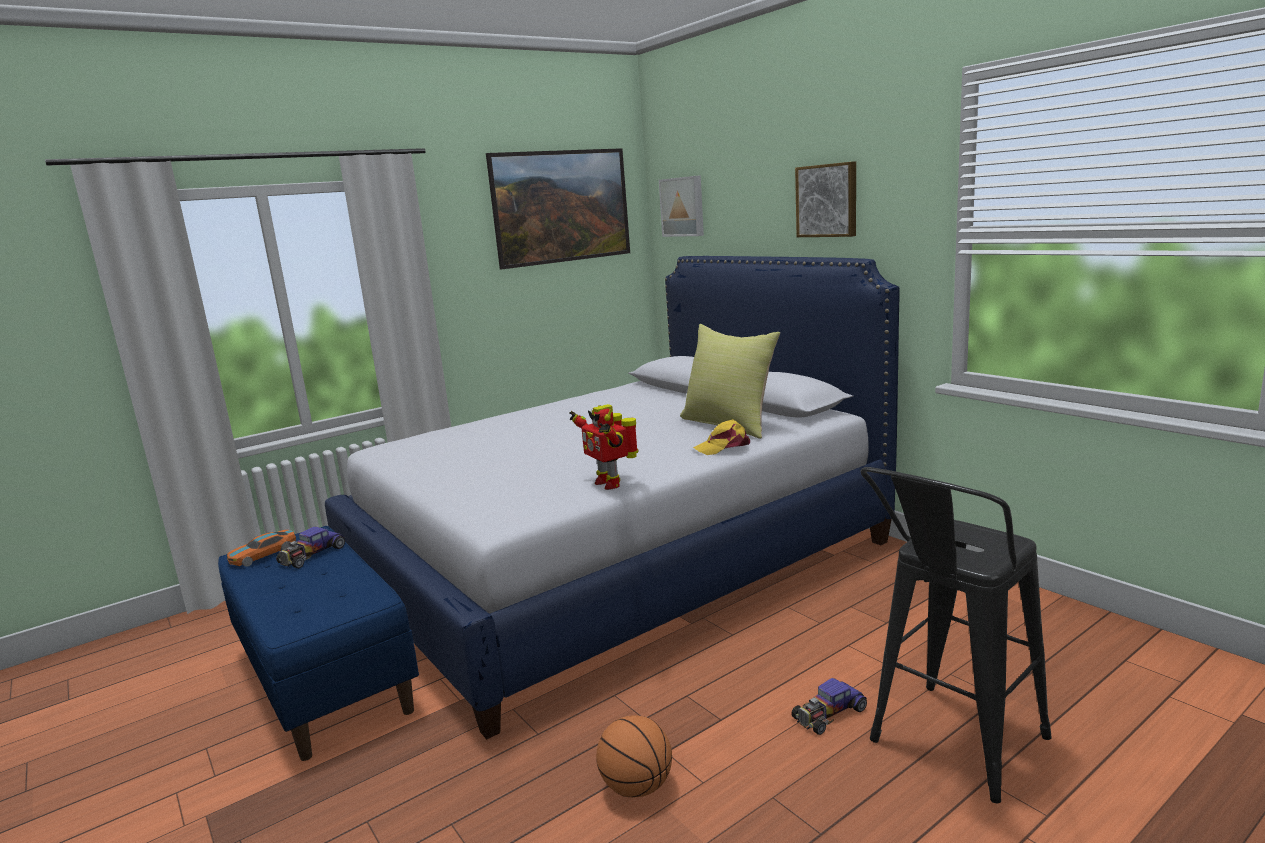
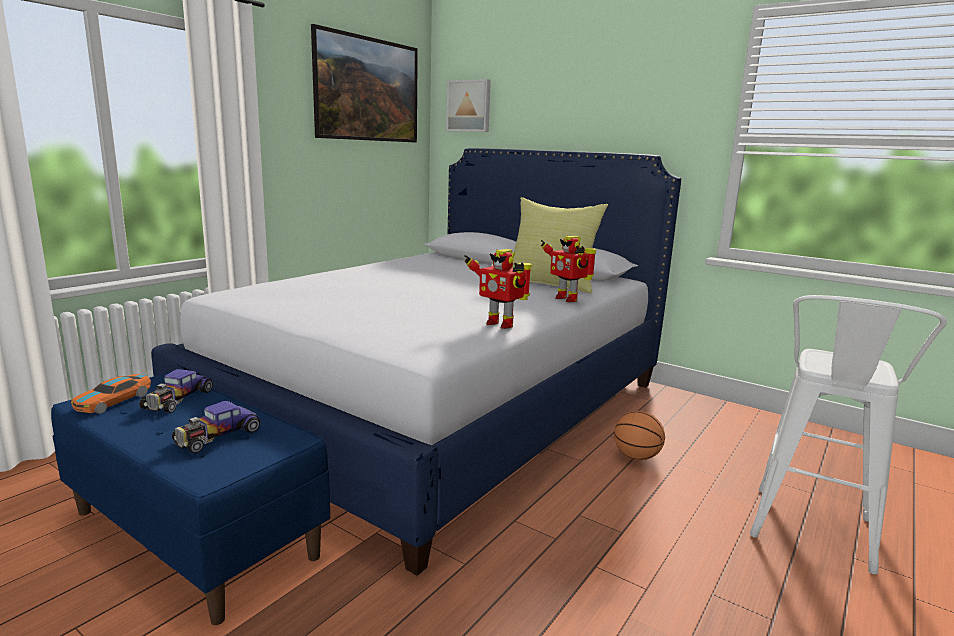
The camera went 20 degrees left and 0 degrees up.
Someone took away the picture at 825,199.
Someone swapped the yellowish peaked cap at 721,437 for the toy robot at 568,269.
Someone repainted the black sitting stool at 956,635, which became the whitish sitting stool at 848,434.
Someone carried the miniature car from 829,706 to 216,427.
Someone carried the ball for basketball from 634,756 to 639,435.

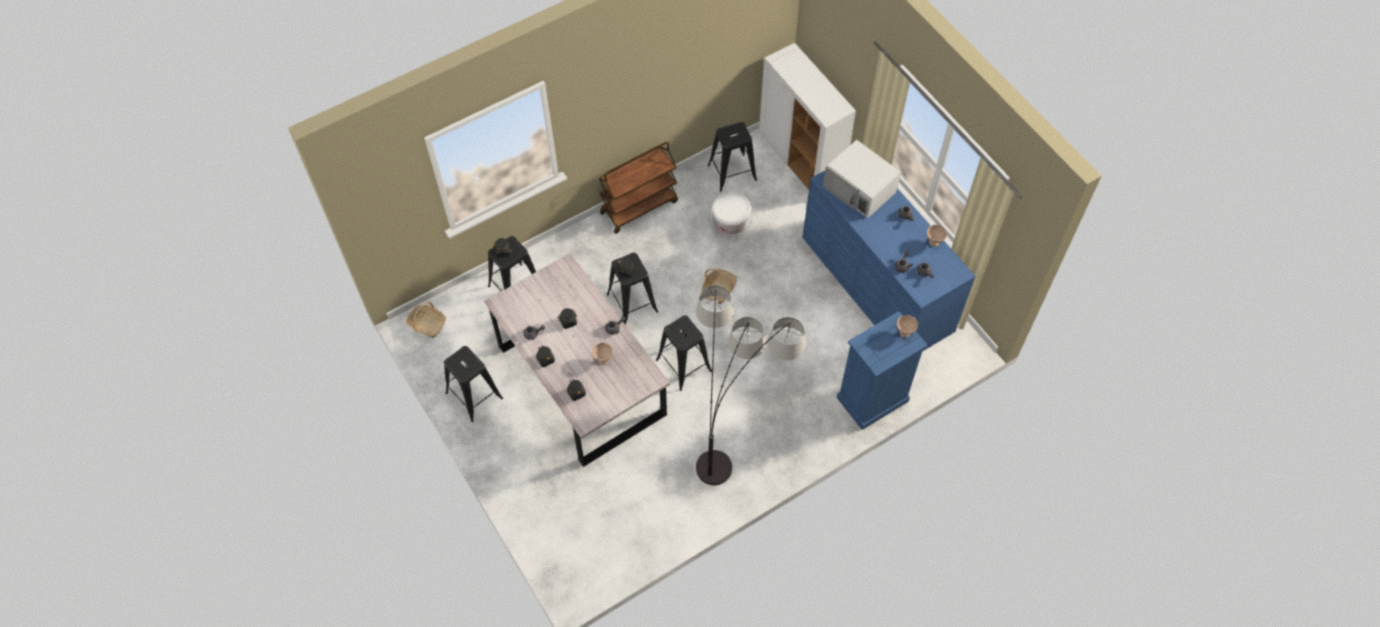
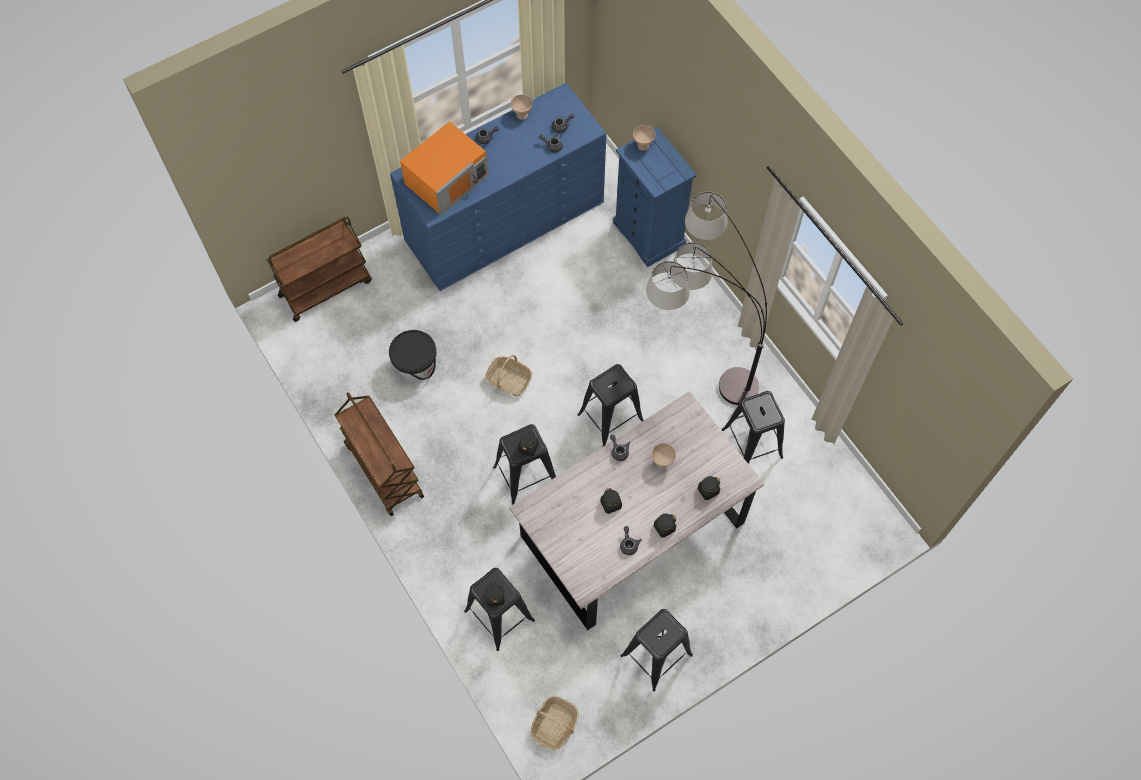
The camera went 90 degrees left and 5 degrees up.
Someone swapped the whitish cupboard at 807,116 for the brown-coloured wheeled cart at 319,269.
Someone carried the black sitting stool from 732,157 to 753,427.
Someone repainted the whitish microwave at 862,179, which became the orange microwave at 444,168.
Someone repainted the whitish water bucket at 732,214, which became the black water bucket at 412,356.

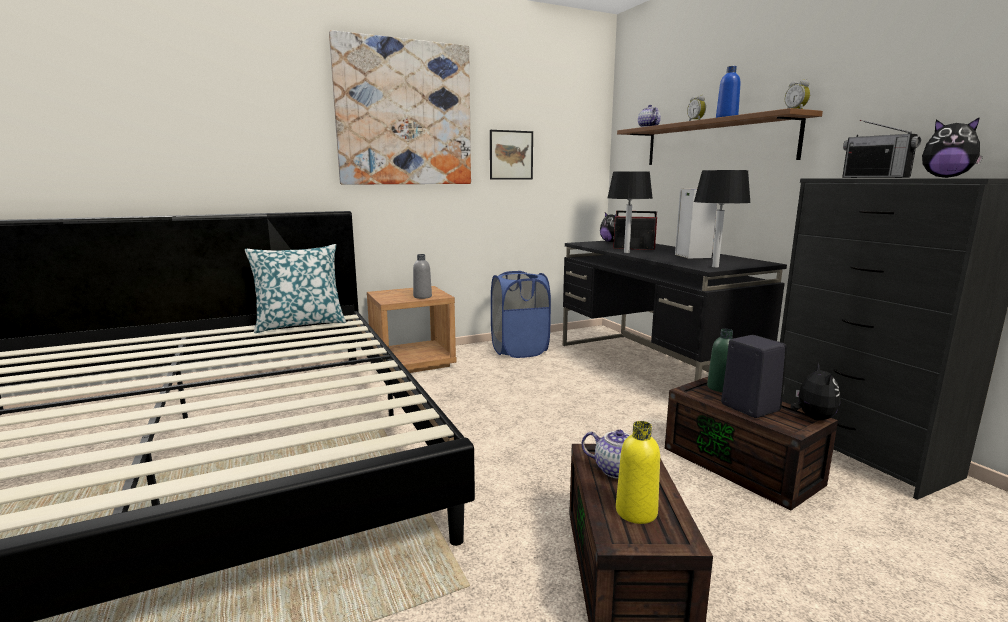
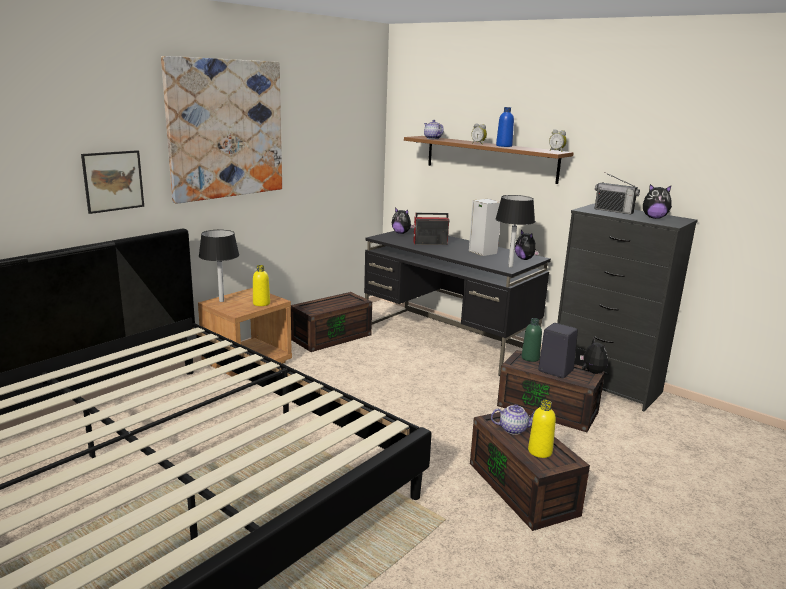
The camera went 25 degrees left and 5 degrees up.
Someone carried the picture from 511,155 to 112,182.
Someone carried the black tabletop lamp from 630,212 to 219,266.
Someone took away the throw pillow at 295,288.
Someone repainted the grey beverage bottle at 422,276, which became the yellowish beverage bottle at 261,285.
Someone swapped the blue-coloured washing basket at 521,314 for the brown-coloured storage bin at 331,322.
Someone put down the soft toy at 527,245.

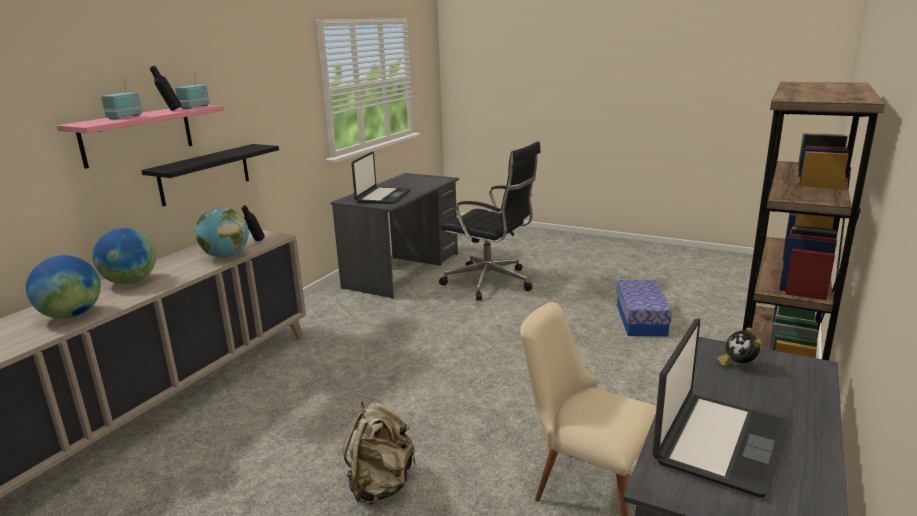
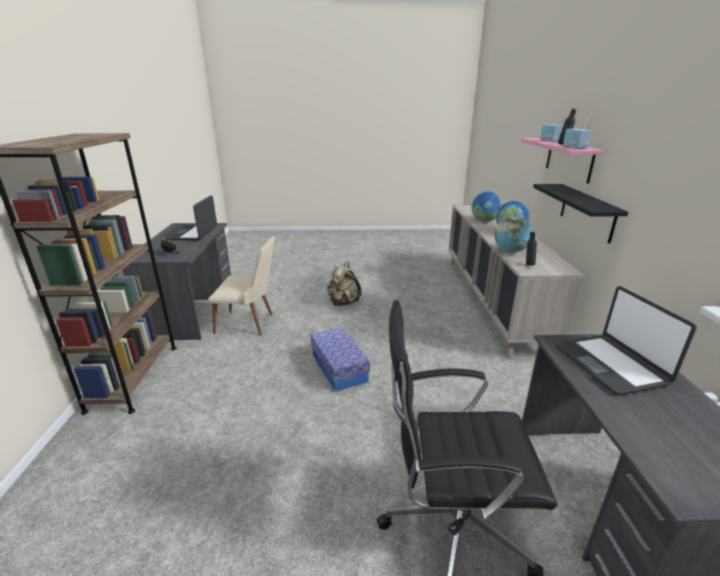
The camera went 150 degrees right and 5 degrees up.
Someone carried the storage bin from 644,308 to 340,359.

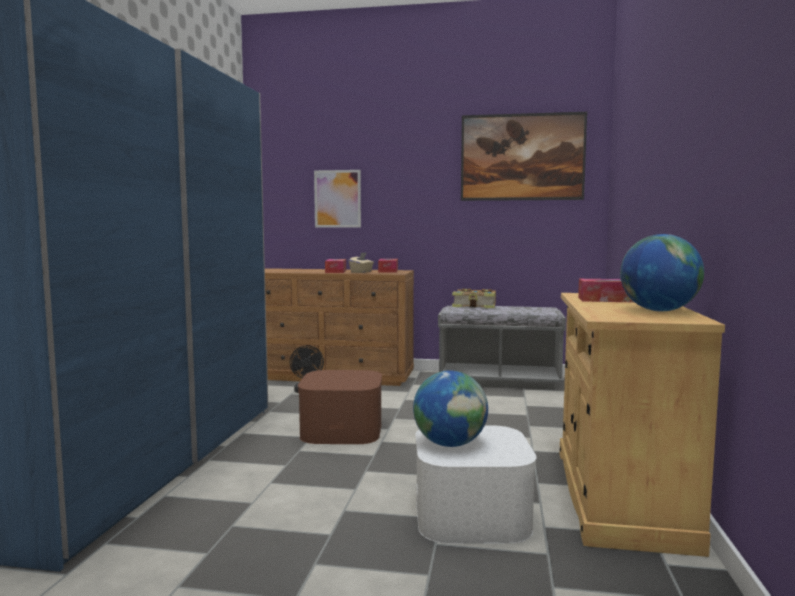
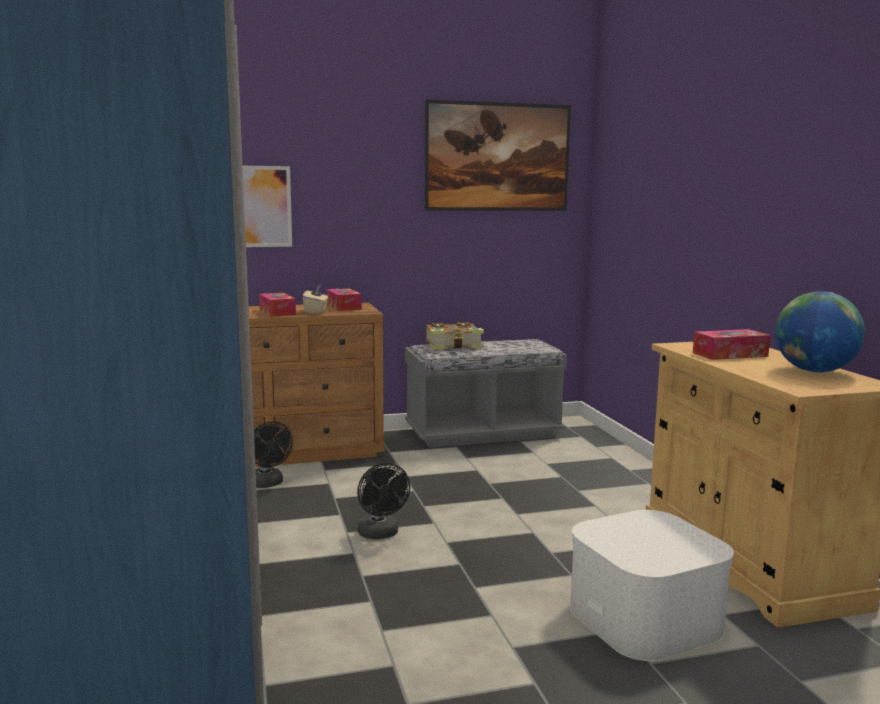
The camera went 25 degrees left and 5 degrees up.
Someone swapped the brown-coloured storage bin at 340,407 for the black fan at 383,501.
Someone took away the globe at 450,408.

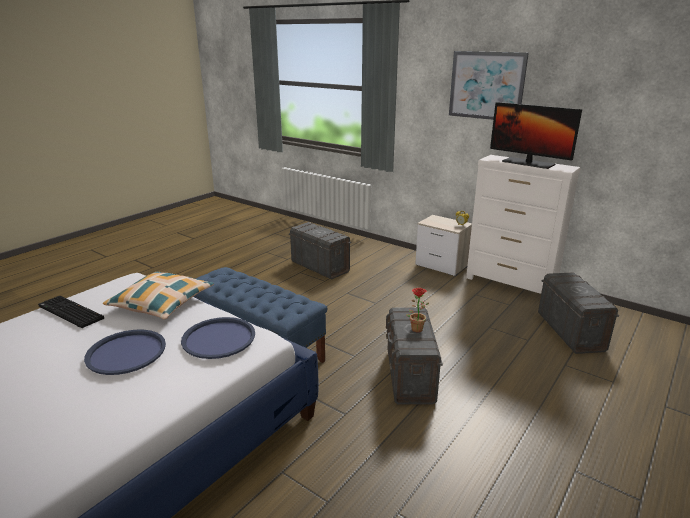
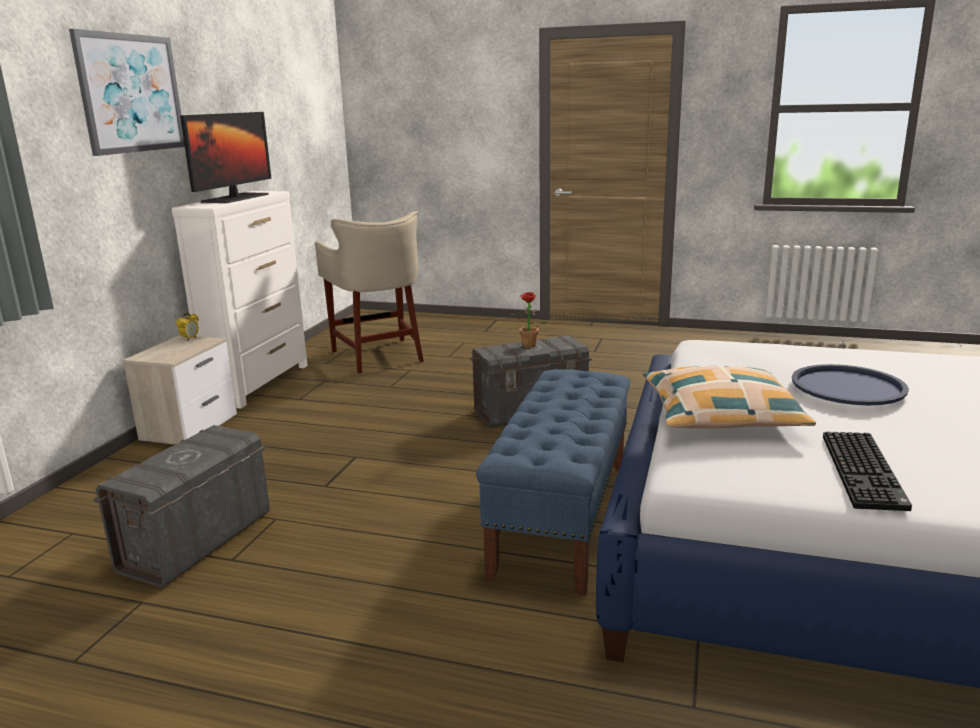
The camera went 110 degrees left and 5 degrees down.
Someone swapped the grey storage bin at 578,313 for the beige sitting stool at 369,292.
Someone took away the blue-coloured tray at 218,338.

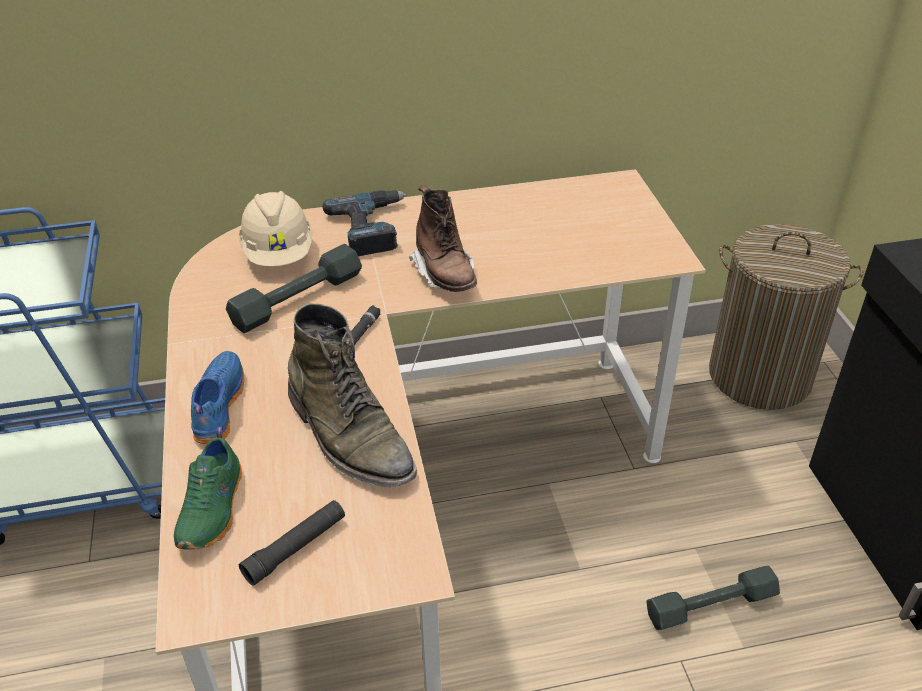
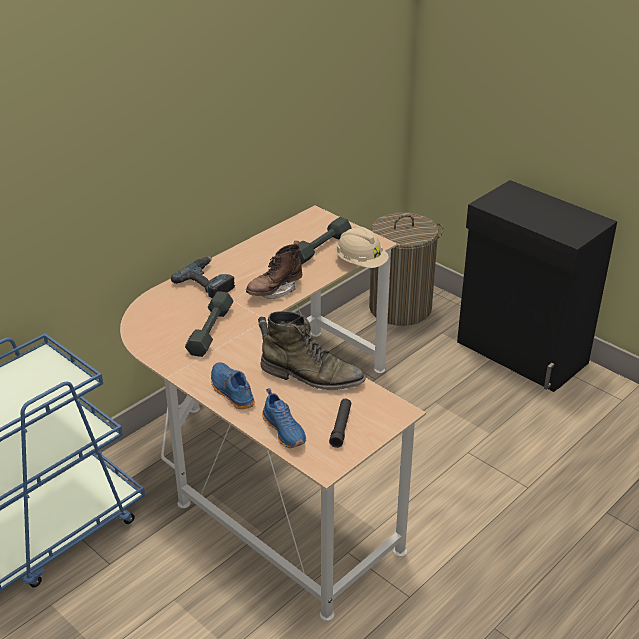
The camera went 35 degrees left and 5 degrees down.
Someone rotated the brown-coloured tall boot at 443,238 by 105 degrees clockwise.
Someone carried the beige work helmet from 276,229 to 362,247.
Someone repainted the green low shoe at 208,488, which became the blue-coloured low shoe at 284,418.
Someone carried the grey free weight from 713,598 to 325,241.

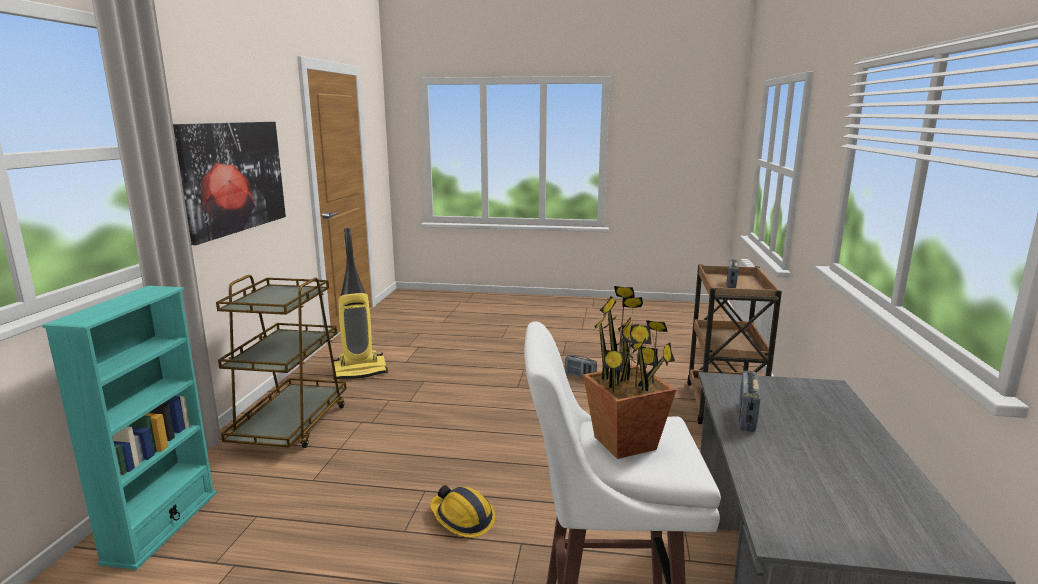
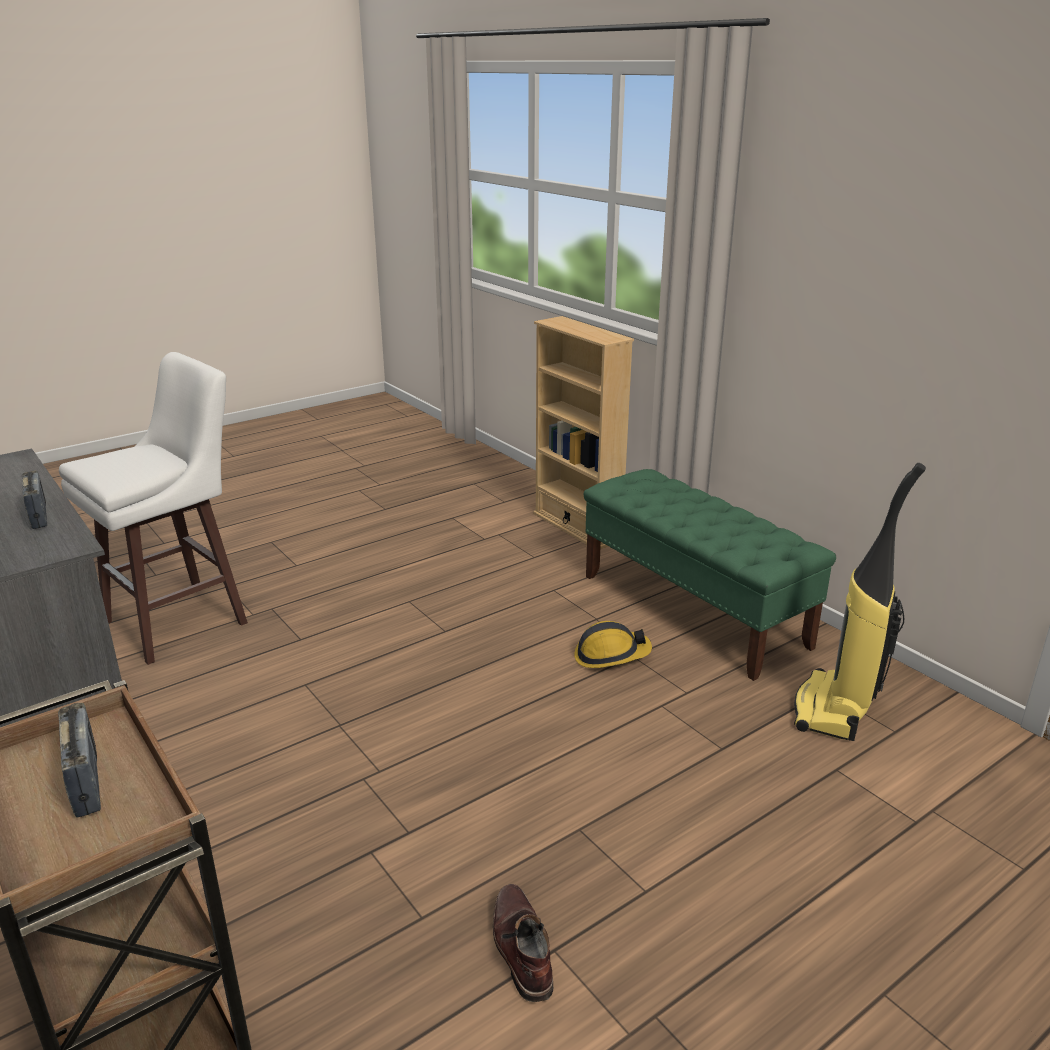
The camera went 135 degrees right and 10 degrees up.
Someone took away the picture at 229,183.
Someone swapped the brown-coloured wheeled cart at 281,361 for the green indoor bench at 710,575.
Someone repainted the turquoise shelving unit at 129,428, which became the beige shelving unit at 583,432.
Someone took away the plant in a pot at 629,372.
Someone swapped the radio at 581,366 for the brown-coloured tall boot at 523,943.
Someone carried the work helmet from 463,511 to 613,644.

